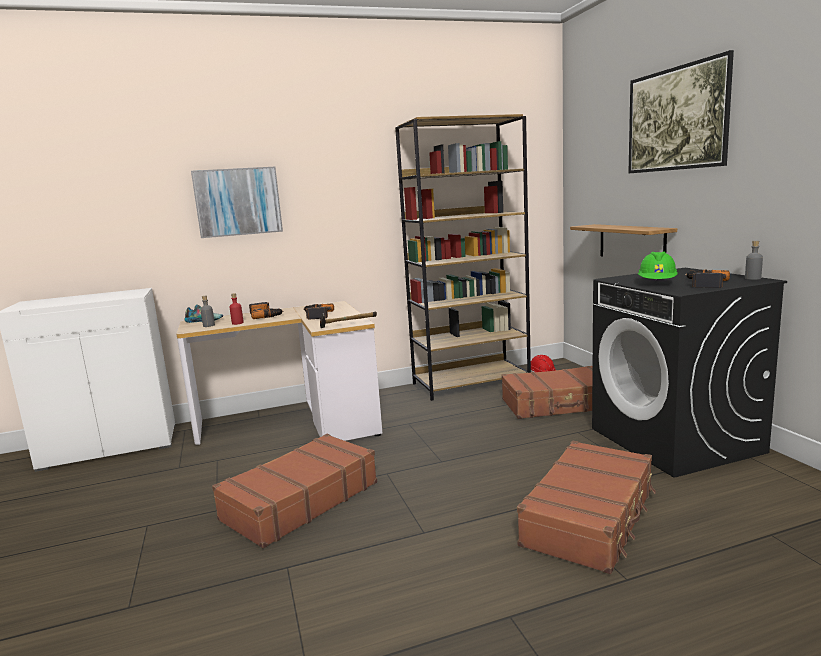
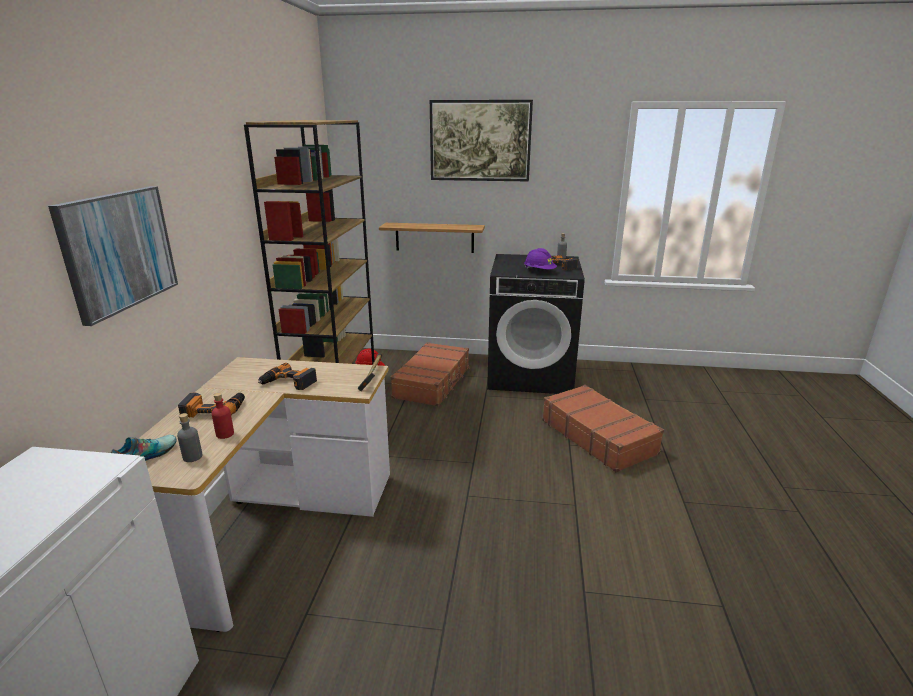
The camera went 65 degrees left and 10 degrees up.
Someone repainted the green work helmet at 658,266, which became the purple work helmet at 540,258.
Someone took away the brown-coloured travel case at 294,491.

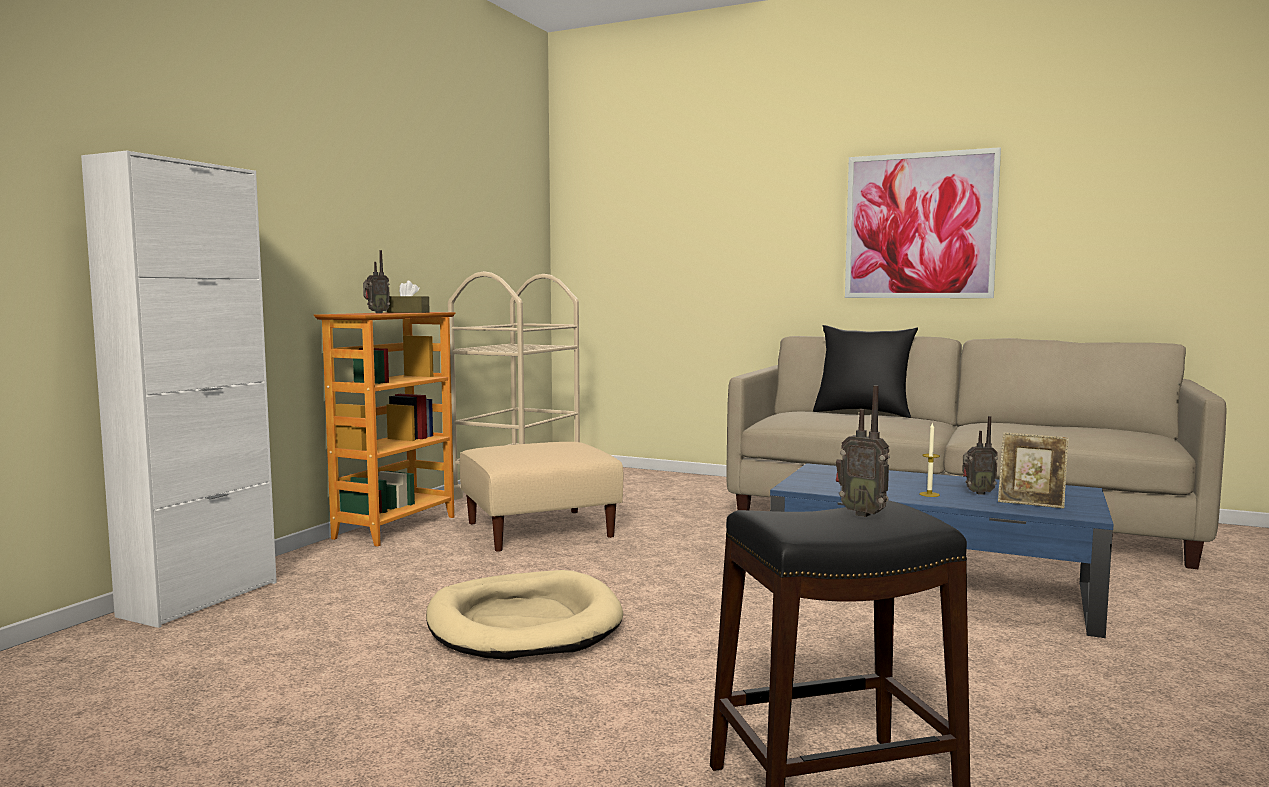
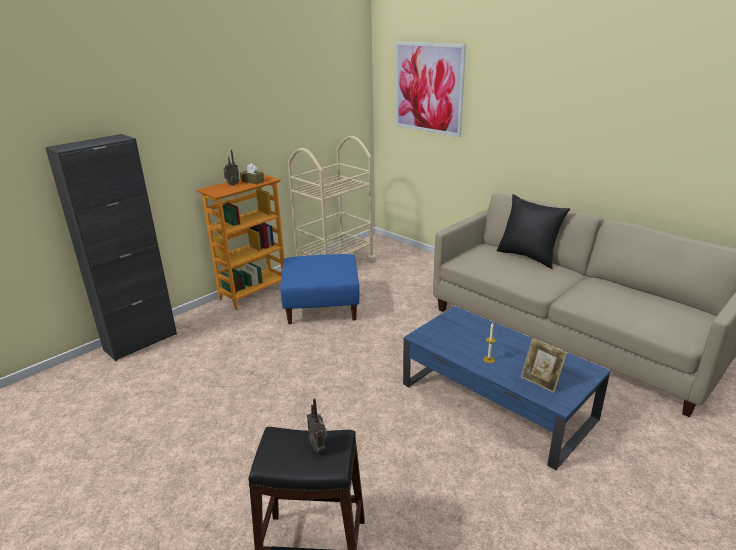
The camera went 20 degrees right and 20 degrees up.
Someone carried the picture from 923,222 to 431,89.
Someone repainted the whitish cupboard at 179,389, which became the black cupboard at 111,247.
Someone took away the radio at 980,455.
Someone repainted the beige pouffe at 542,497, which became the blue-coloured pouffe at 320,289.
Someone took away the beige dog cushion at 524,615.

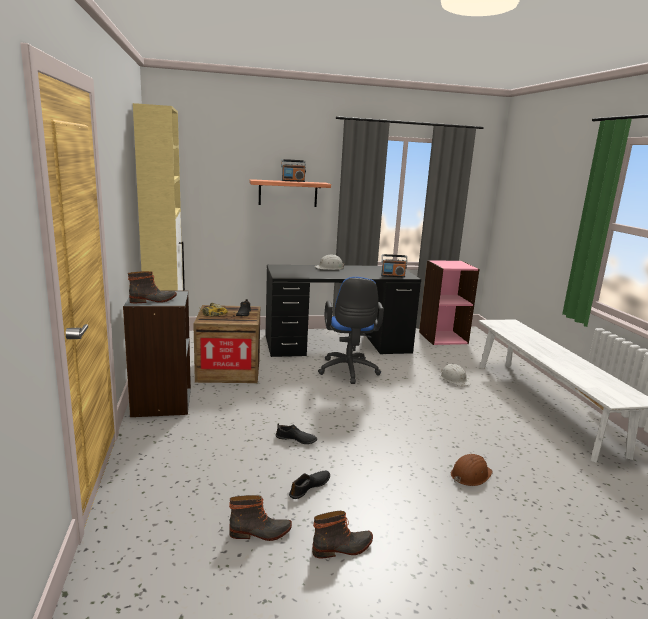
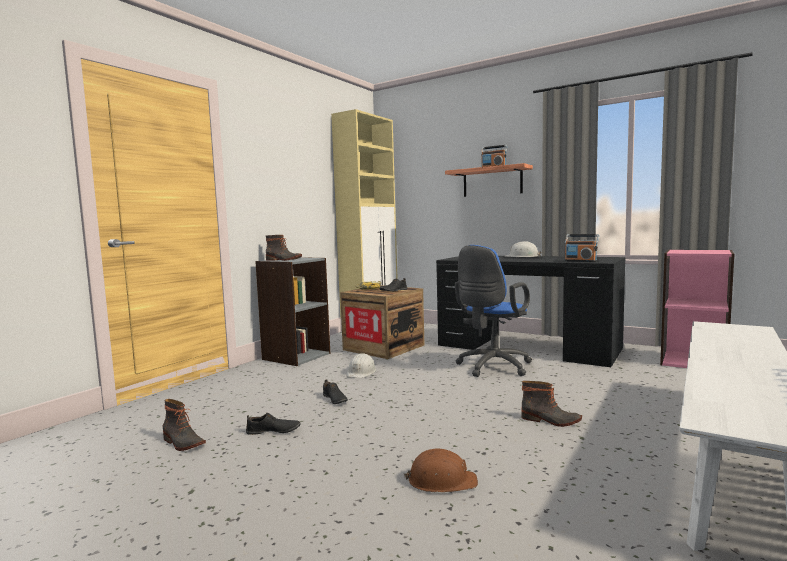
The camera went 45 degrees right and 10 degrees down.
Someone carried the whitish work helmet from 455,375 to 361,365.
Someone carried the tall boot from 342,535 to 551,404.

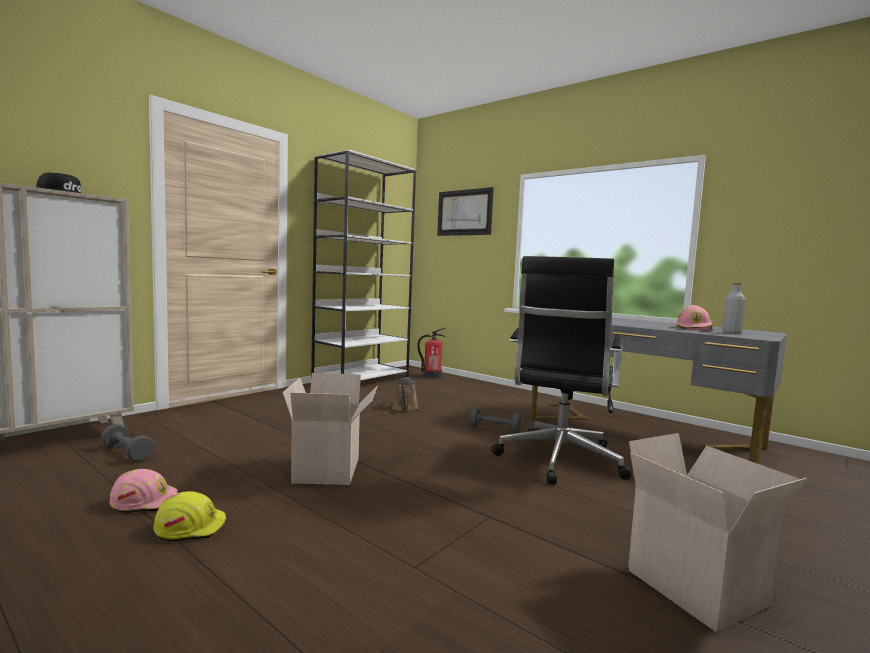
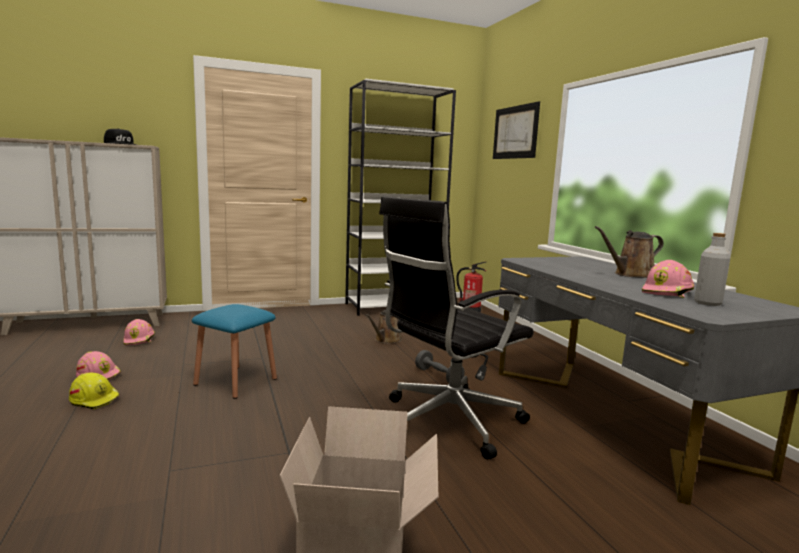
The camera went 30 degrees right and 5 degrees up.
Someone swapped the carton at 330,429 for the blue-coloured sitting stool at 234,351.
Someone swapped the grey free weight at 128,443 for the pink work helmet at 139,332.
Someone put down the brown-coloured sprinkling can at 629,252.

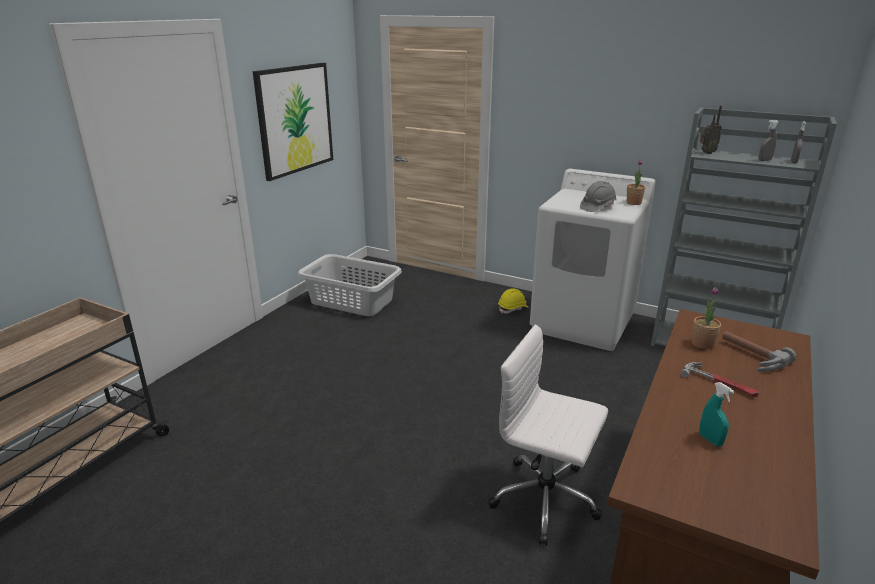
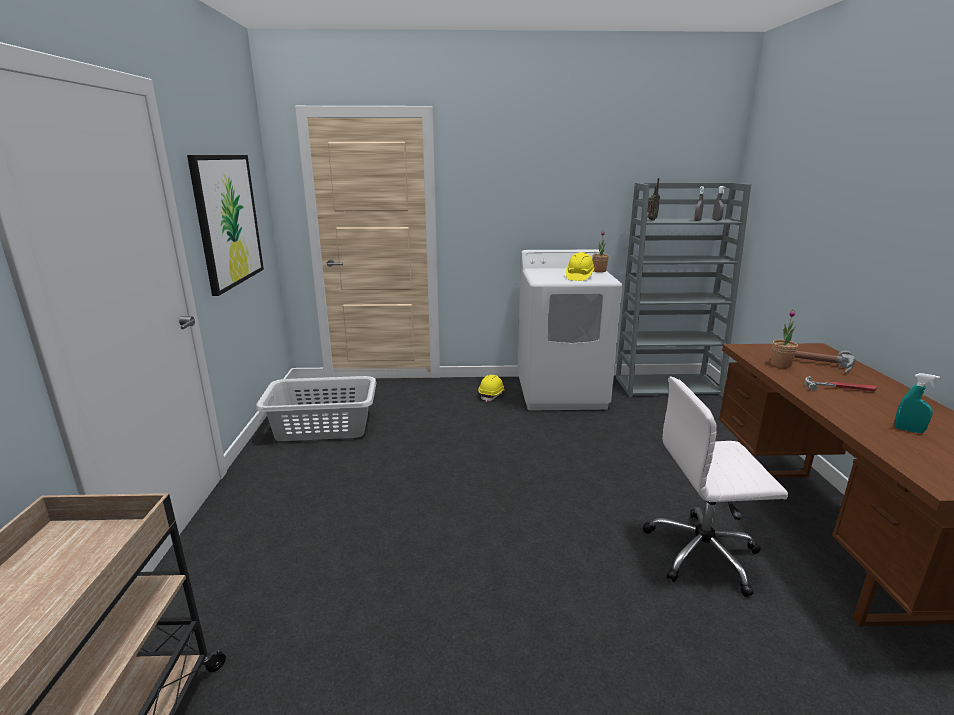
The camera went 30 degrees left and 5 degrees down.
Someone repainted the grey work helmet at 598,196, which became the yellowish work helmet at 580,266.

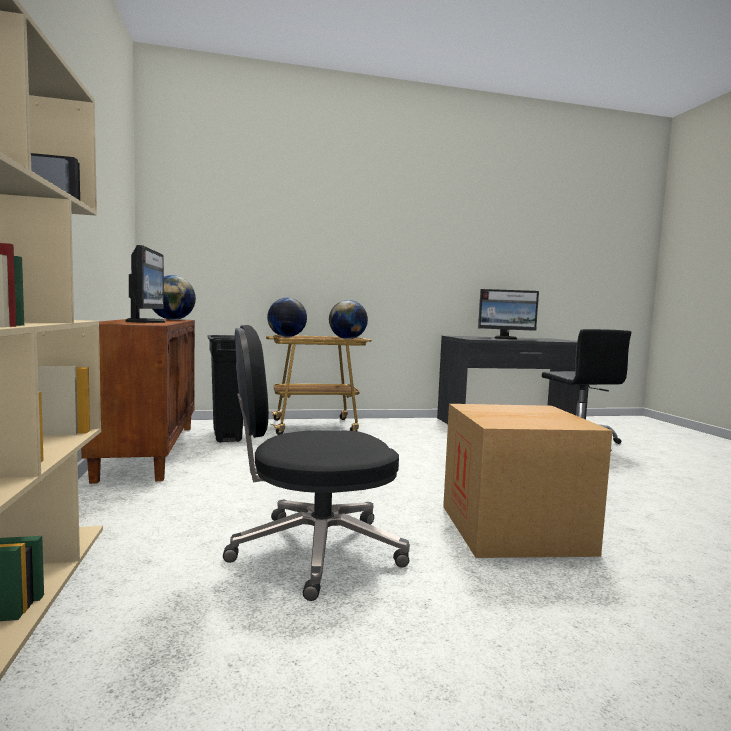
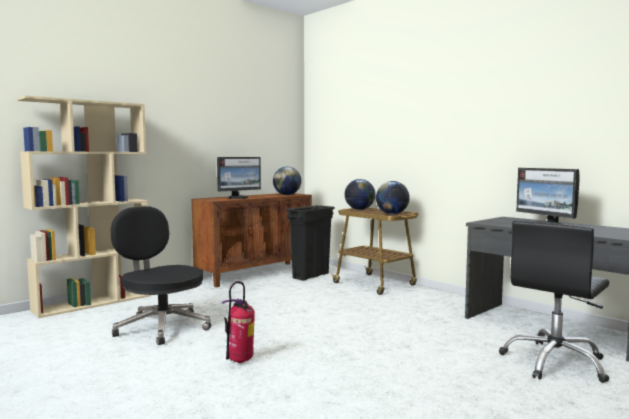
The camera went 60 degrees right and 0 degrees up.
Someone swapped the carton at 528,481 for the extinguisher at 238,322.

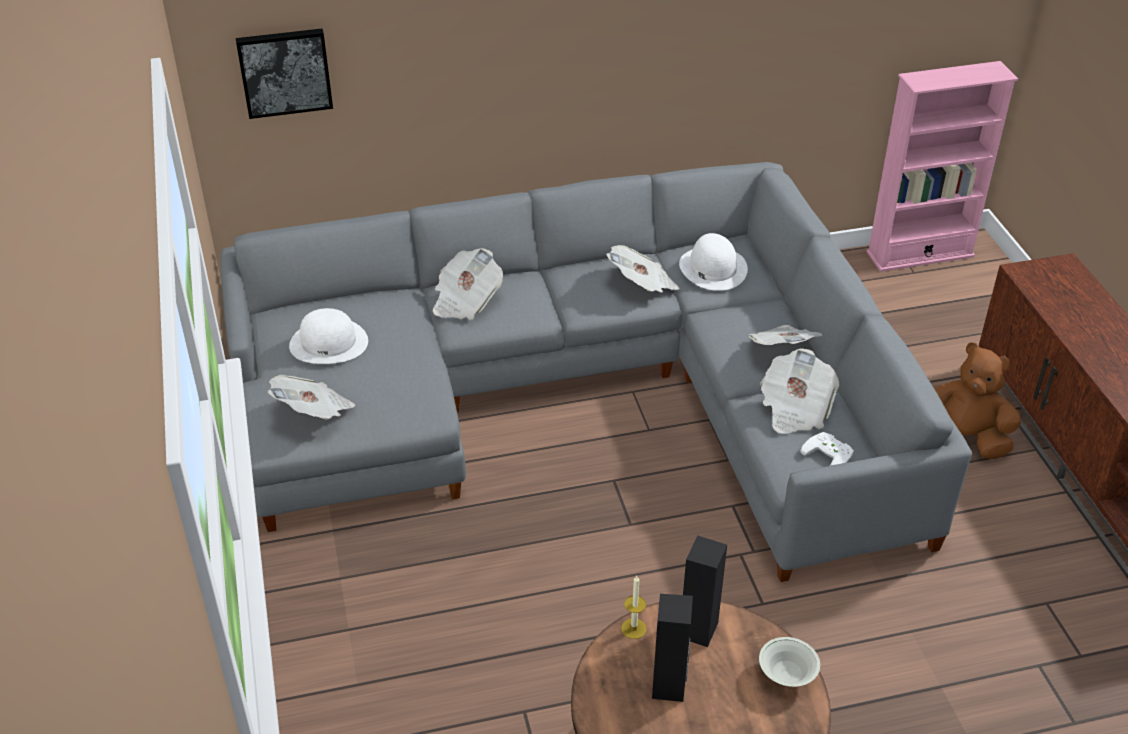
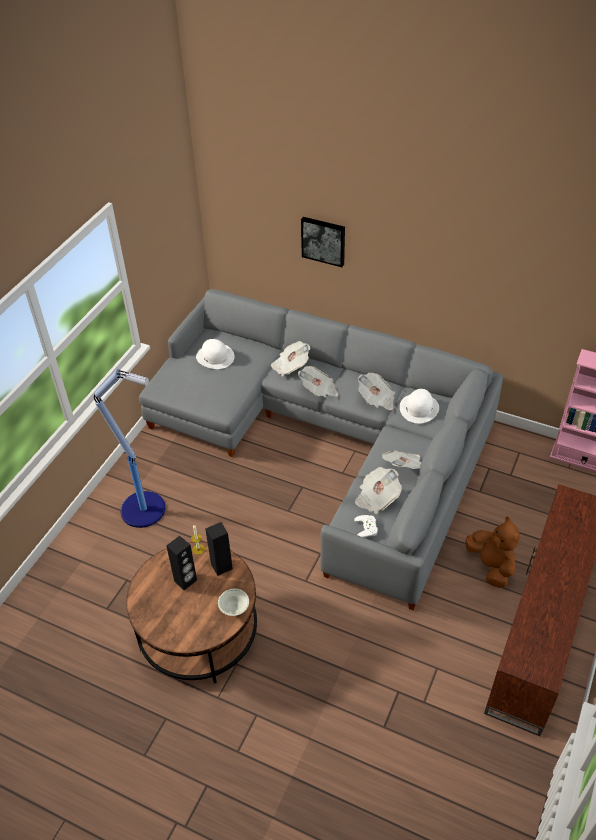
The camera went 40 degrees right and 5 degrees up.
Someone carried the picture from 284,74 to 323,242.
Someone carried the printed paper from 311,397 to 318,381.
Someone put down the floor lamp at 130,448.

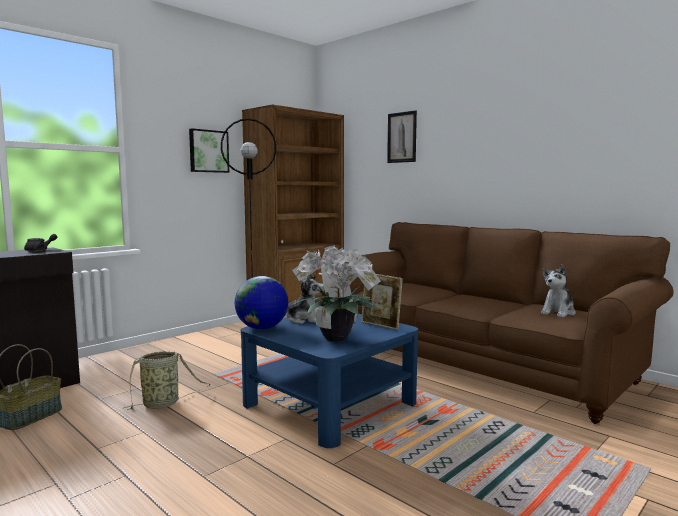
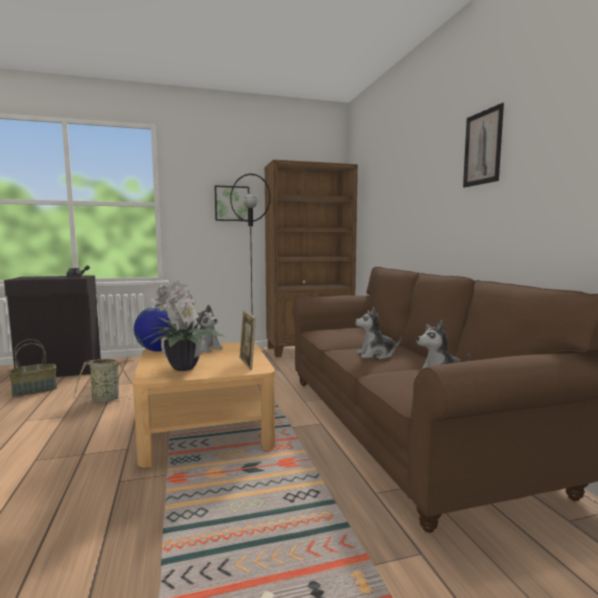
The camera went 30 degrees right and 0 degrees up.
Someone carried the picture from 402,136 to 483,145.
Someone repainted the blue-coloured lounge table at 329,381, which became the beige lounge table at 203,405.
Someone put down the soft toy at 378,333.

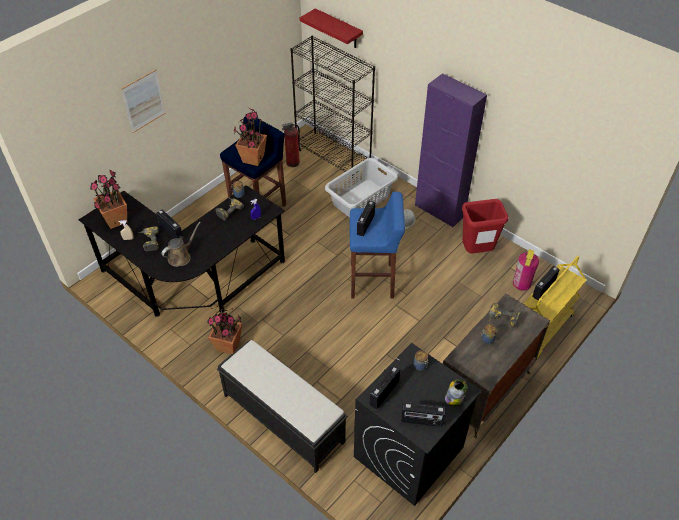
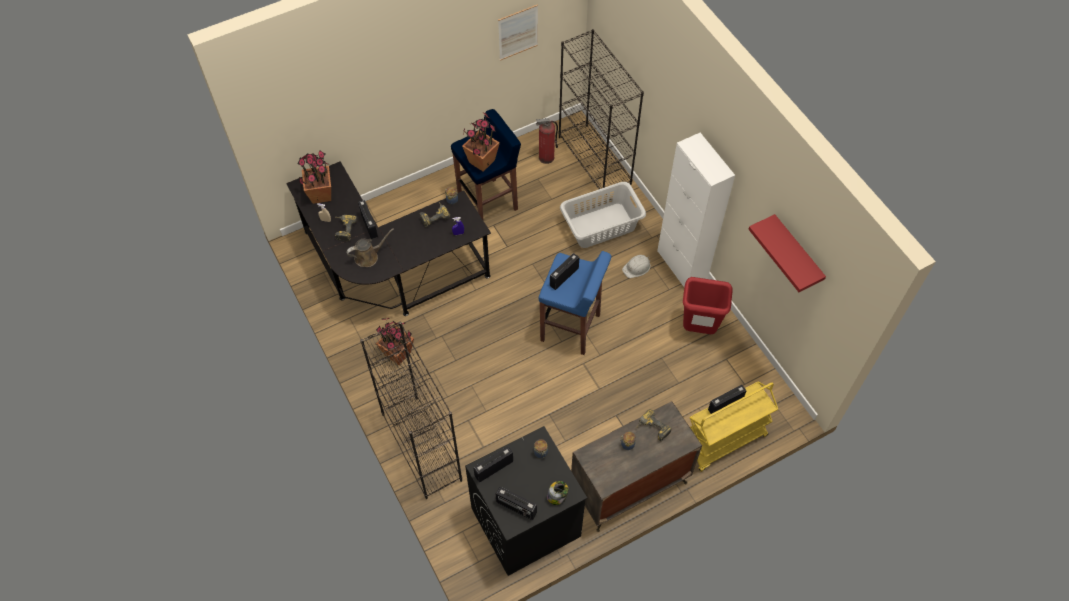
The camera went 20 degrees right and 10 degrees up.
Someone carried the reddish shelf from 331,28 to 787,253.
Someone carried the picture from 143,101 to 518,32.
Someone repainted the purple cupboard at 451,150, which became the whitish cupboard at 696,210.
Someone took away the extinguisher at 526,270.
Someone swapped the black indoor bench at 282,406 for the black shelving unit at 411,410.

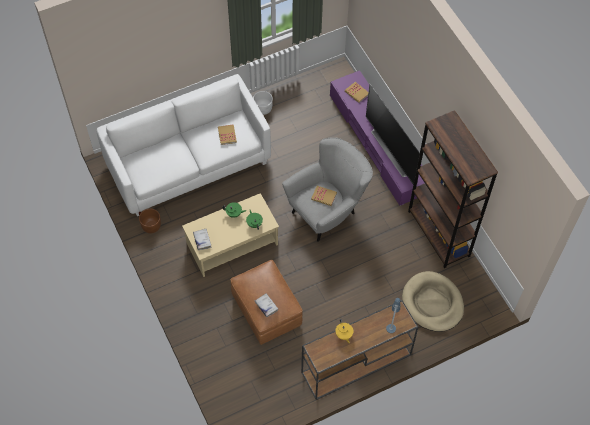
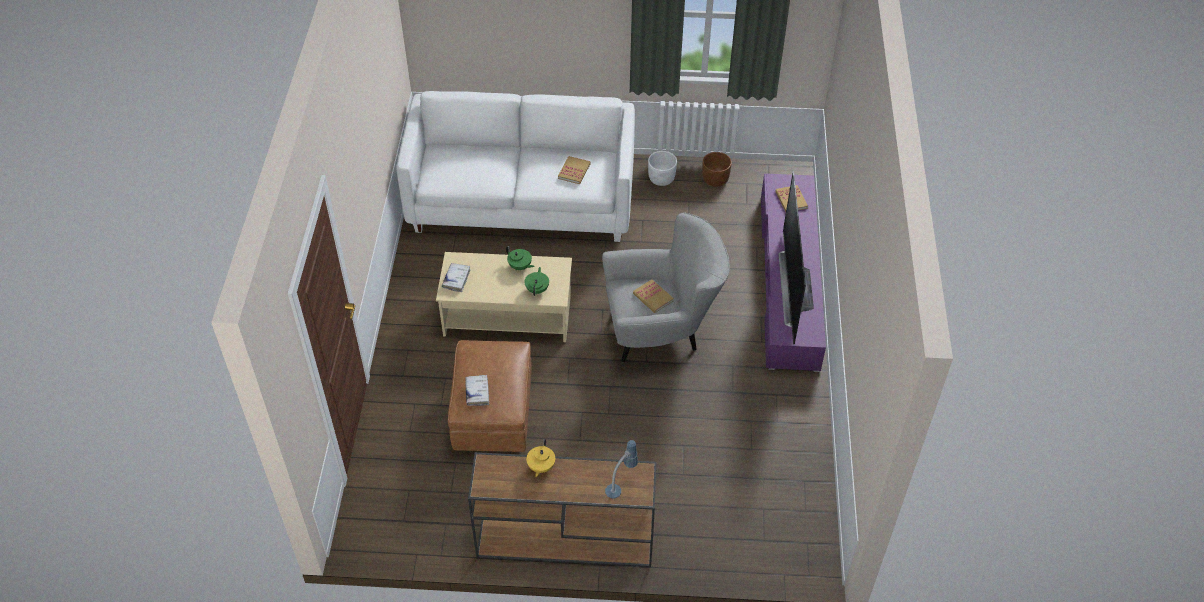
The camera went 30 degrees right and 10 degrees down.
Someone took away the brown-coloured shelving unit at 453,189.
Someone carried the brown-coloured plant pot from 150,221 to 717,169.
Someone took away the beige dog cushion at 433,301.

